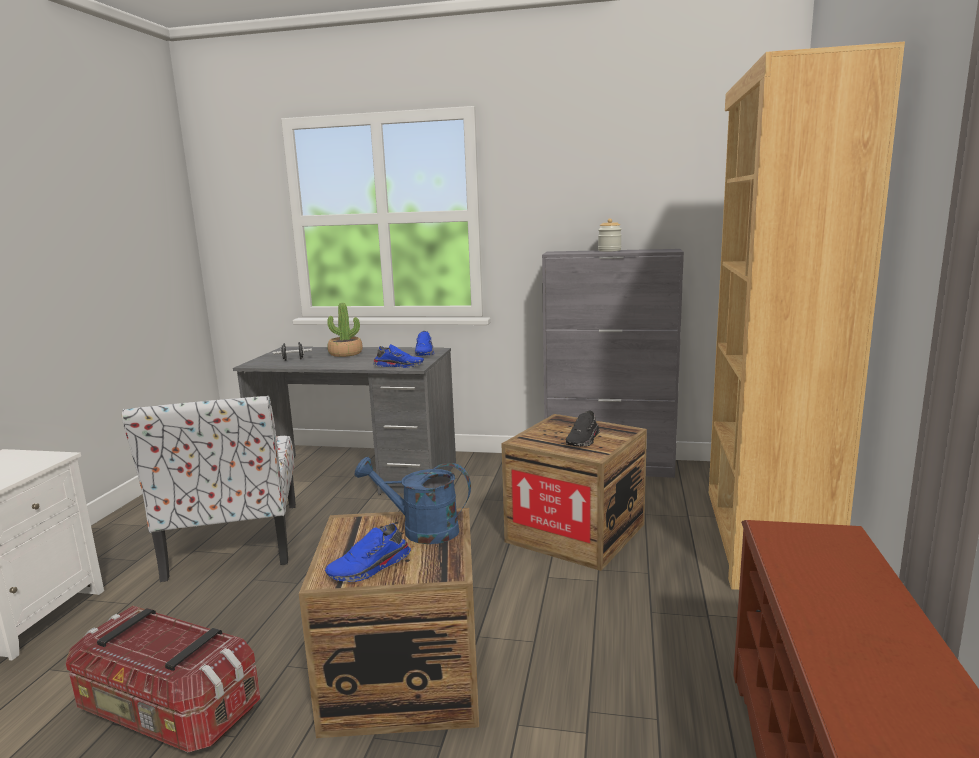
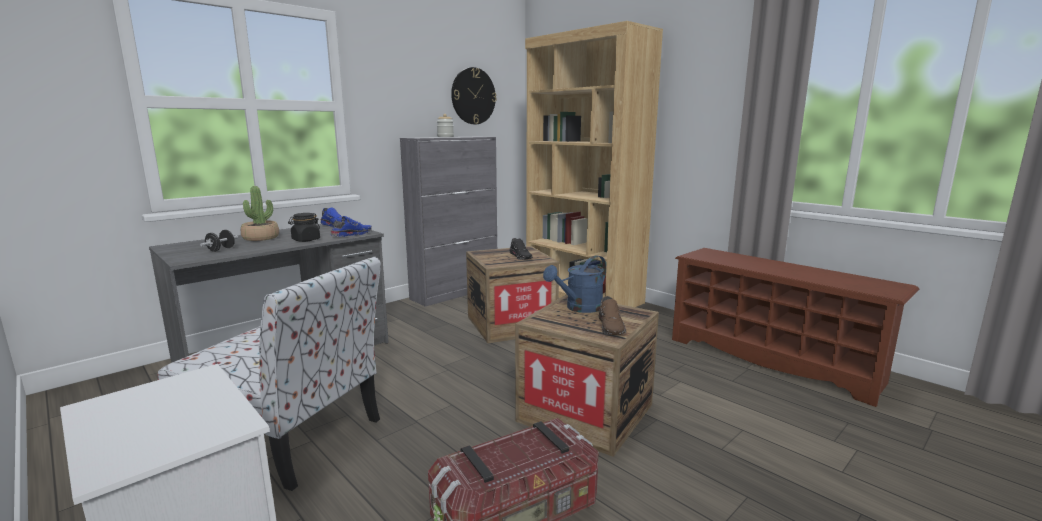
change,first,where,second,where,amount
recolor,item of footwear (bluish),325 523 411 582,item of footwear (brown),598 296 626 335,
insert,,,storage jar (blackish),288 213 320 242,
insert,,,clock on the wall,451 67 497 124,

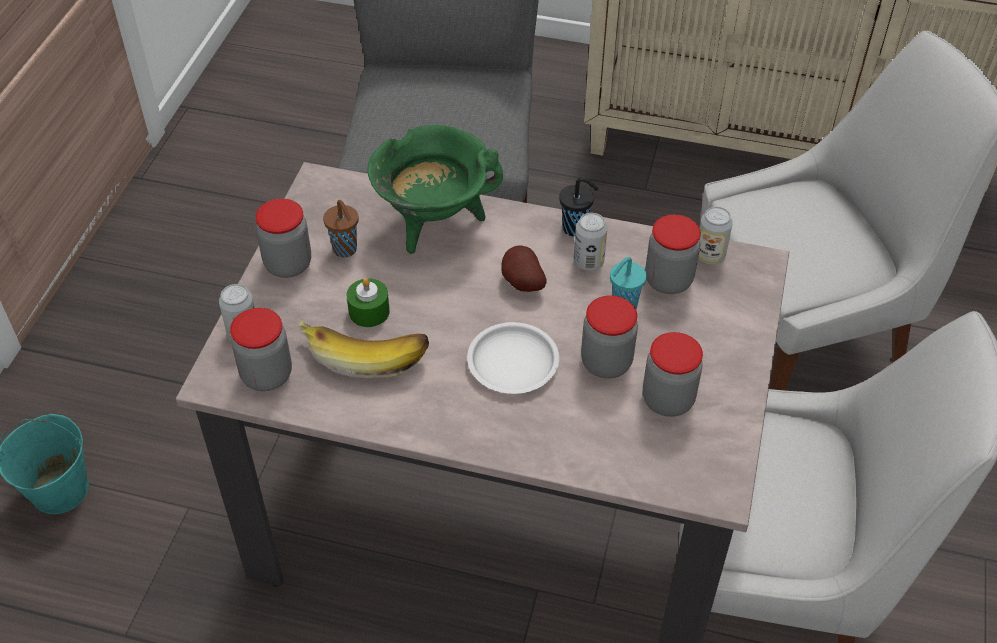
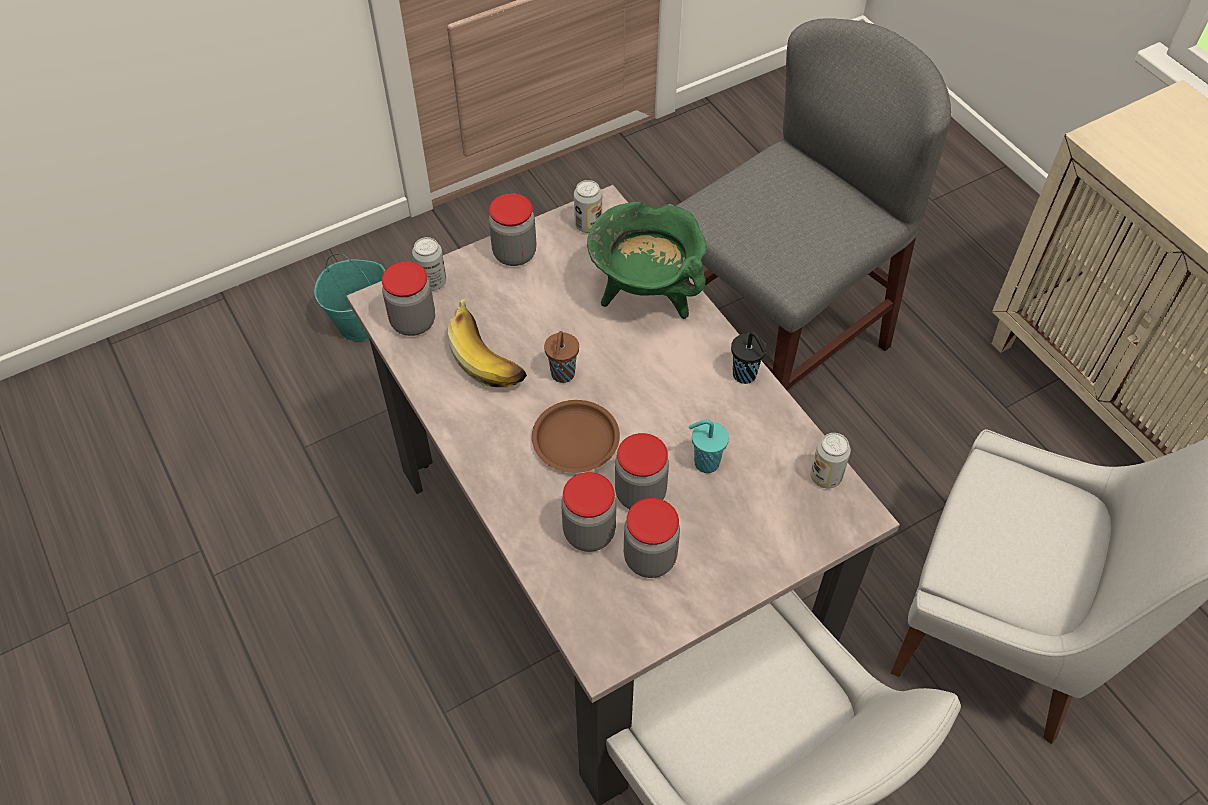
change,first,where,second,where,amount
move,drinking cup (brown),323 200 359 257,,544 331 579 383,
delete,wax candle (green),347 278 390 327,,,
recolor,flat dish (white-coloured),467 322 559 394,flat dish (brown),532 400 620 473,
delete,whole potato,501 245 546 292,,,
move,sealed can,574 213 607 271,,574 180 602 233,
move,storage jar,645 215 701 294,,561 472 616 552,

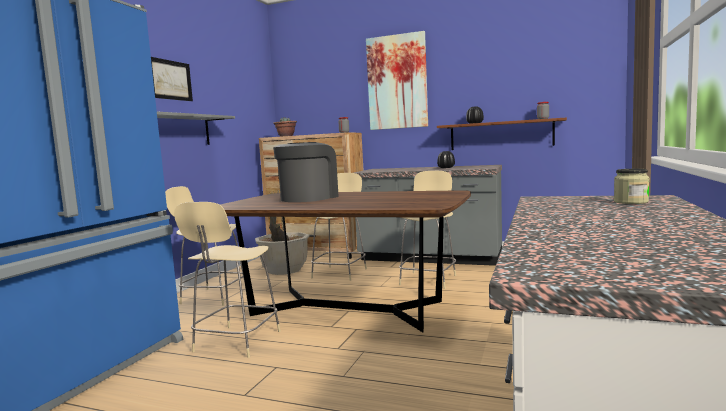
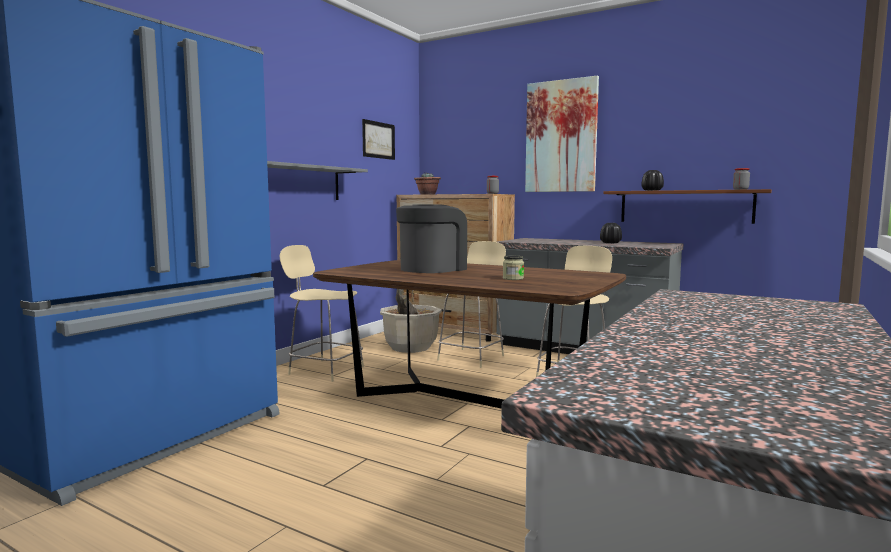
change,first,where,second,where,amount
move,wall art,151 57 193 101,,362 119 395 160,
delete,chair (beige-coloured),174 202 281 358,,,
move,storage jar,614 169 649 204,,503 256 524 280,

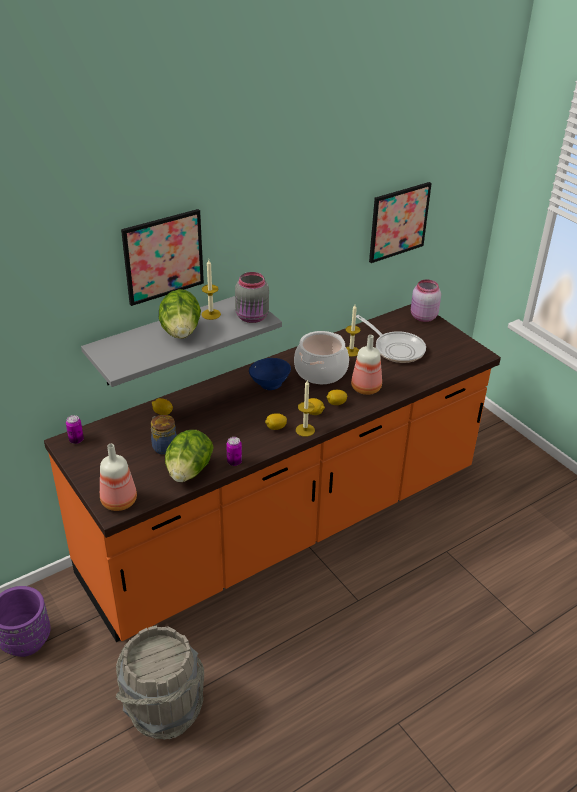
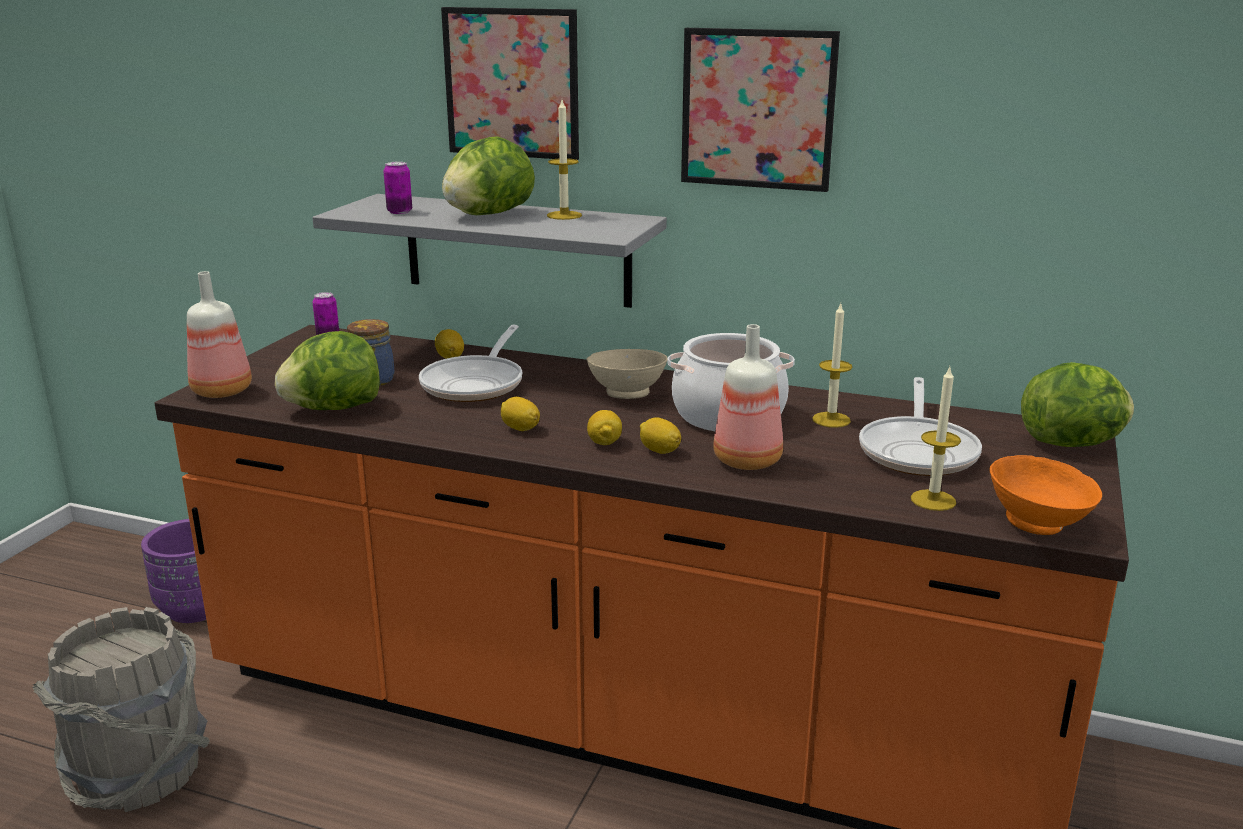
change,first,where,second,where,amount
move,sealed can,226 437 242 466,,383 162 412 214,
delete,storage jar (greyish),235 272 269 323,,,
recolor,deep dish (bluish),249 358 291 390,deep dish (beige-coloured),586 349 668 399,
move,wax candle,296 380 315 437,,911 367 961 511,
move,wall art,369 182 432 263,,681 28 840 192,
replace,storage jar (pink),411 279 441 322,lettuce,1021 362 1134 447,
insert,,,frying pan,419 325 522 402,
insert,,,deep dish (orangey),990 455 1102 535,

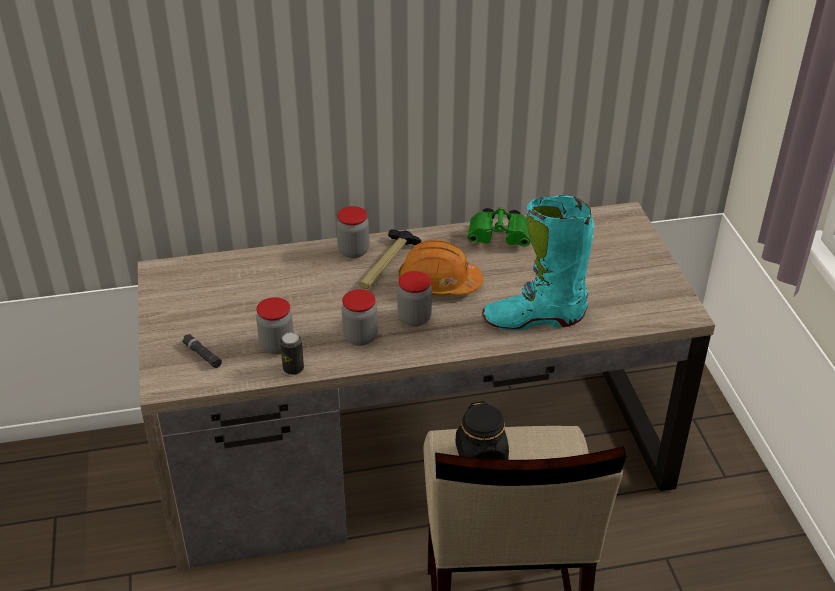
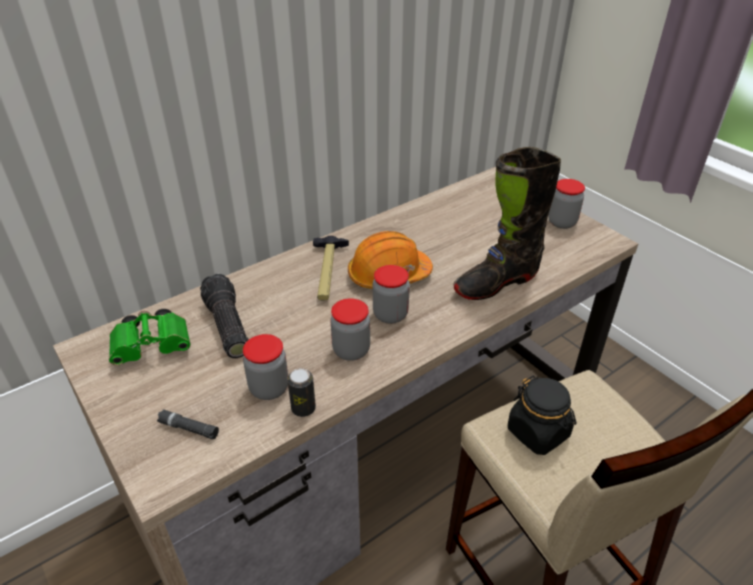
change,first,where,second,where,amount
move,storage jar,336 206 369 258,,548 179 585 229,
move,field glasses (green),467 206 531 246,,109 309 191 366,
recolor,boot (turquoise),482 195 594 331,boot (blackish),453 147 561 300,
insert,,,torch,200 274 249 358,

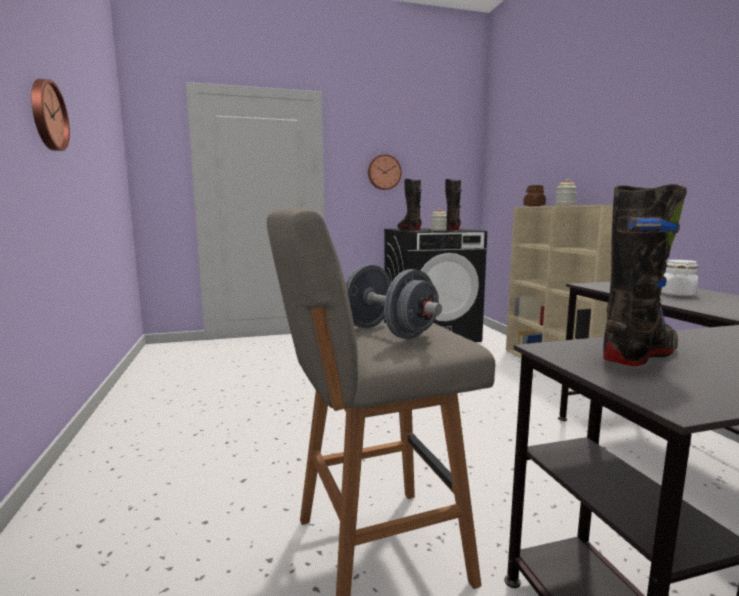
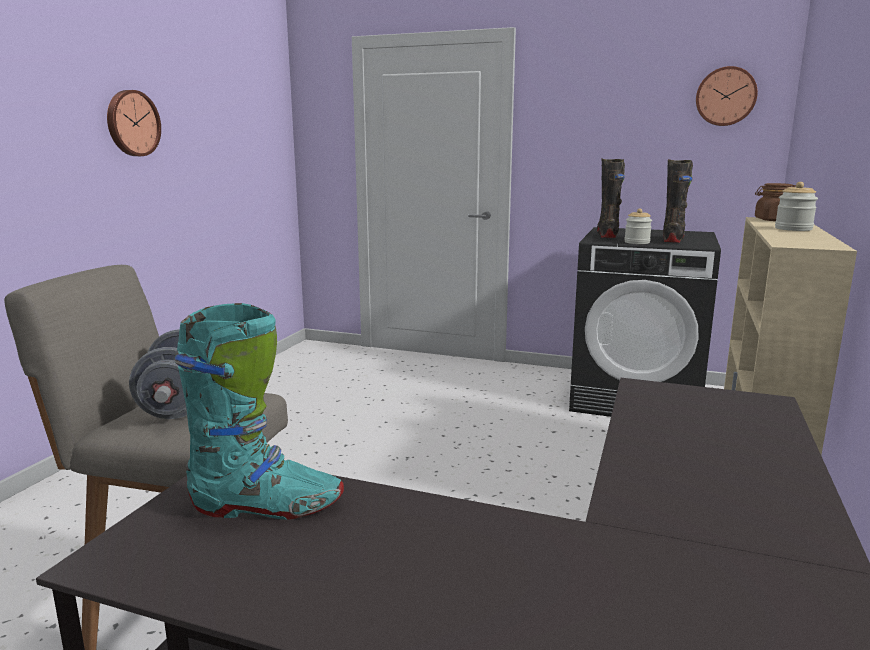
change,first,where,second,where,amount
move,clock on the wall,368 154 402 190,,696 66 758 126,
recolor,boot (blackish),603 184 687 366,boot (turquoise),174 303 344 520,
delete,storage jar (white-coloured),661 260 698 296,,,

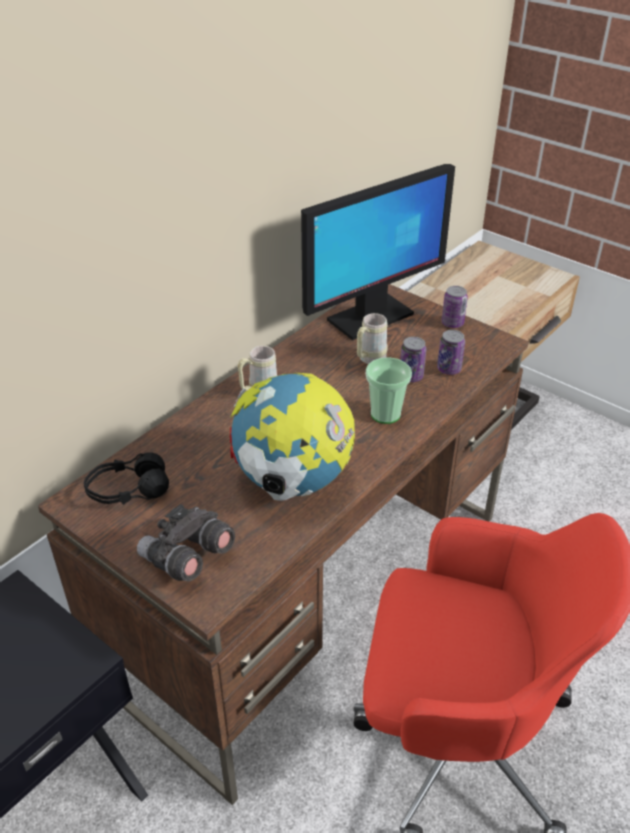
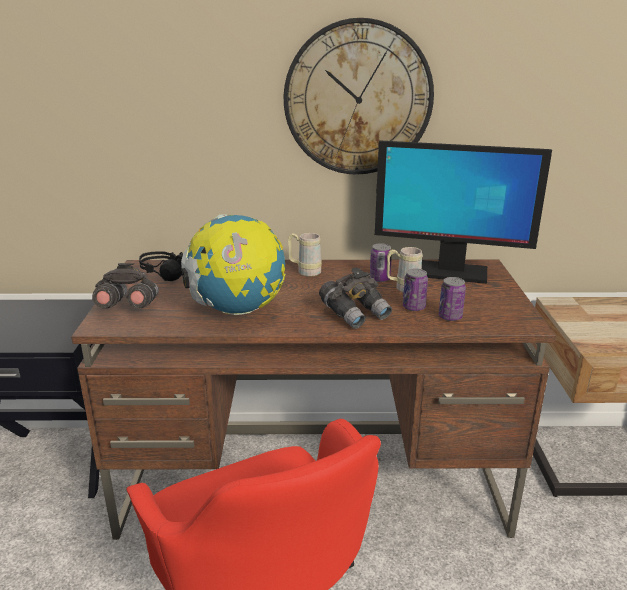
change,first,where,second,where,amount
replace,drinking cup,366 357 412 424,field glasses (greyish),319 267 392 329,
move,sealed can,441 286 468 328,,370 243 392 282,
insert,,,clock on the wall,284 18 434 175,

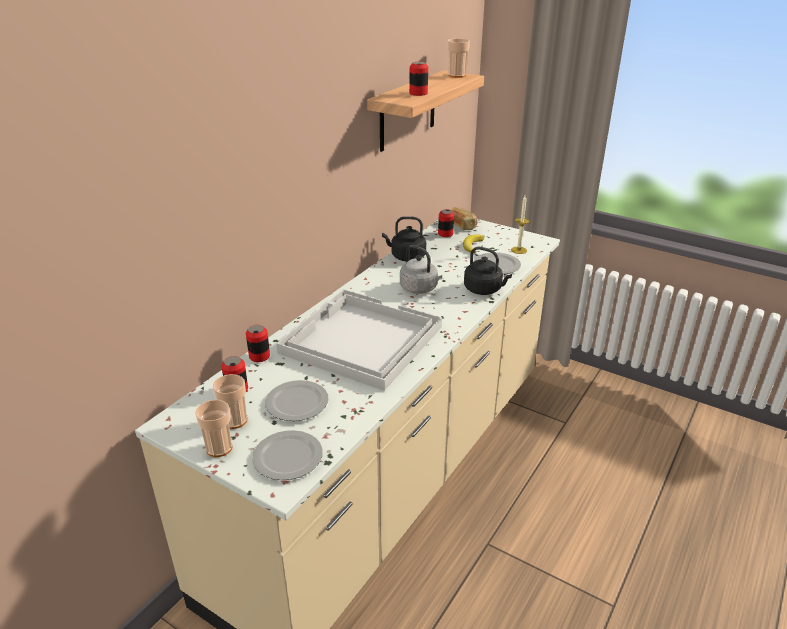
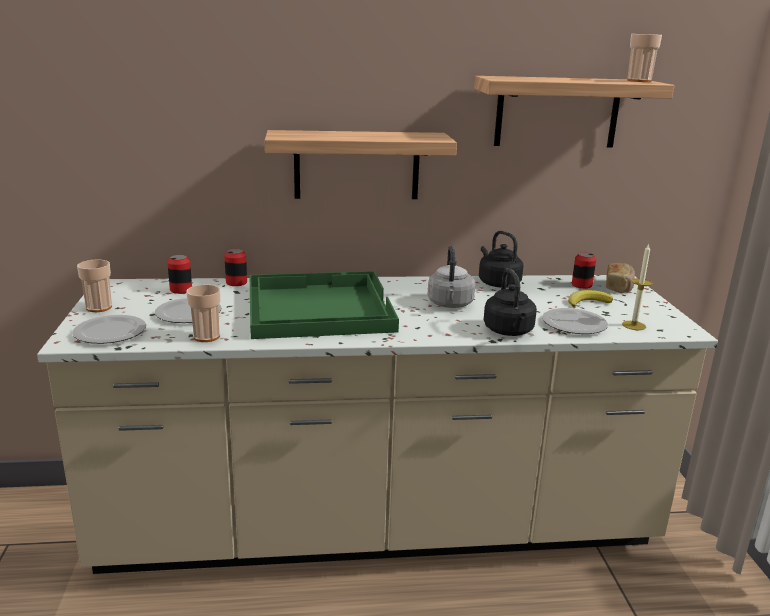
change,first,where,second,where,amount
move,drinking cup,213 374 247 429,,186 285 221 342,
recolor,serving tray (white-coloured),276 289 442 391,serving tray (green),250 271 399 339,
delete,sealed can,409 62 428 96,,,
insert,,,shelf,265 130 457 199,

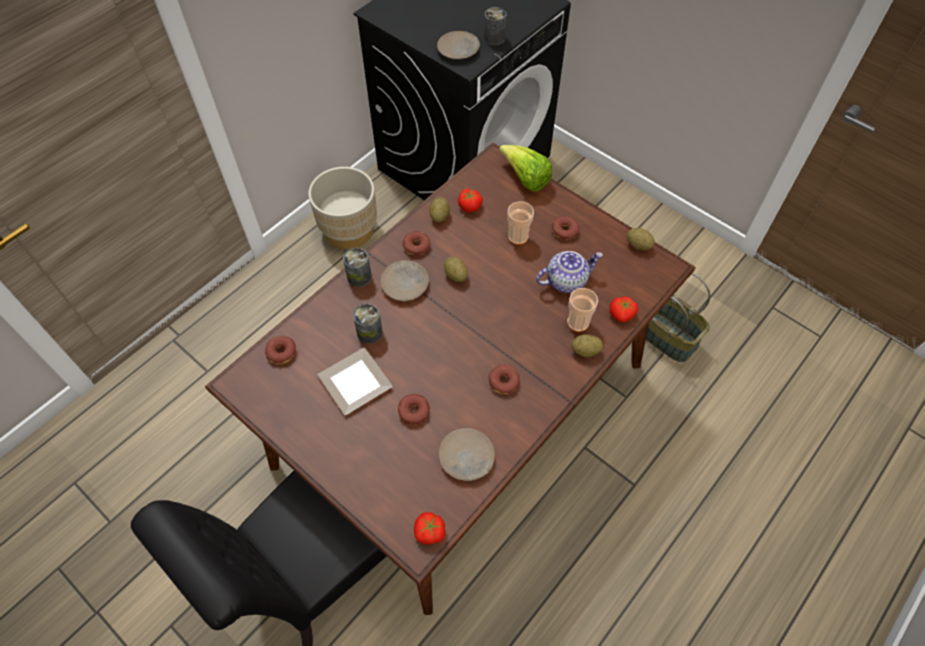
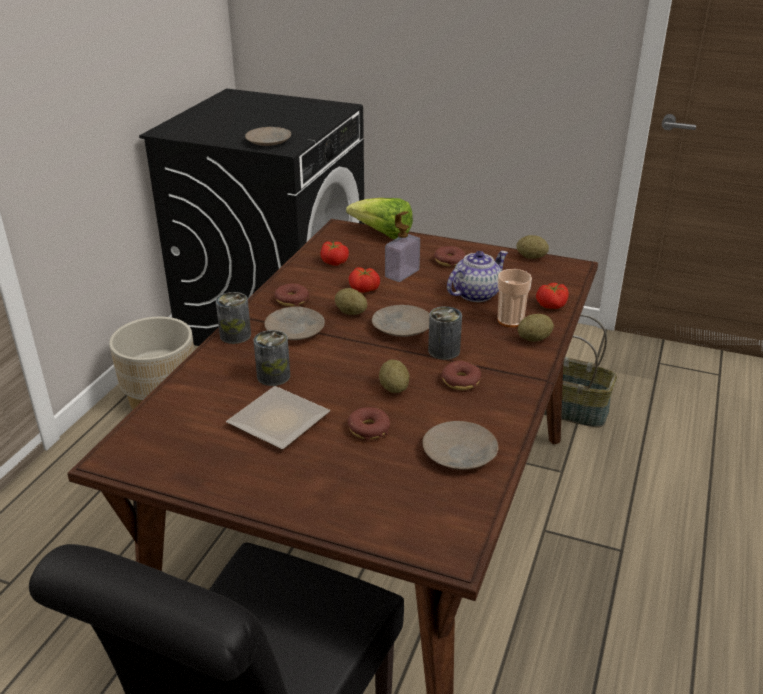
change,first,where,second,where,amount
delete,donut,265 336 296 364,,,
move,fresh tomato,414 512 446 544,,349 267 380 293,
move,whole potato,429 197 450 222,,379 360 409 393,
move,sealed can,484 7 507 46,,428 306 462 360,
replace,drinking cup,507 202 534 245,soap dispenser,385 211 420 282,
insert,,,flat dish (beige-coloured),372 305 430 337,

